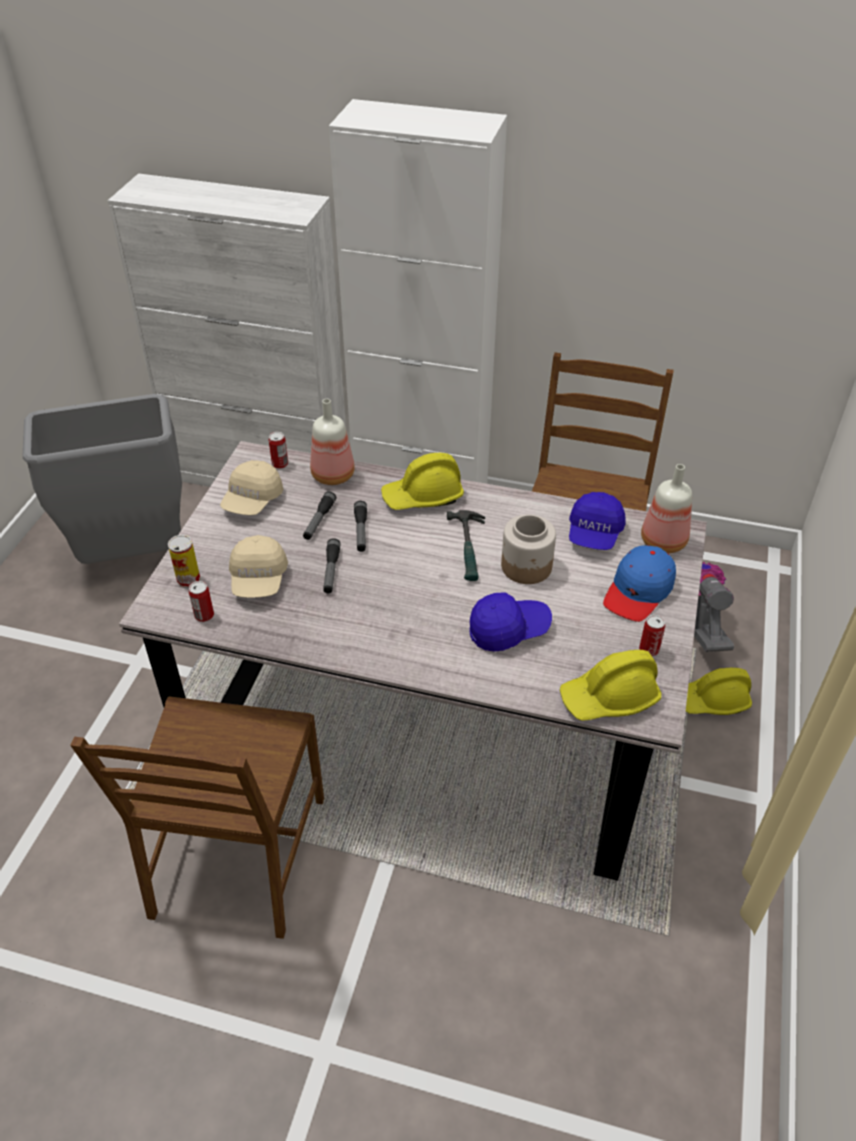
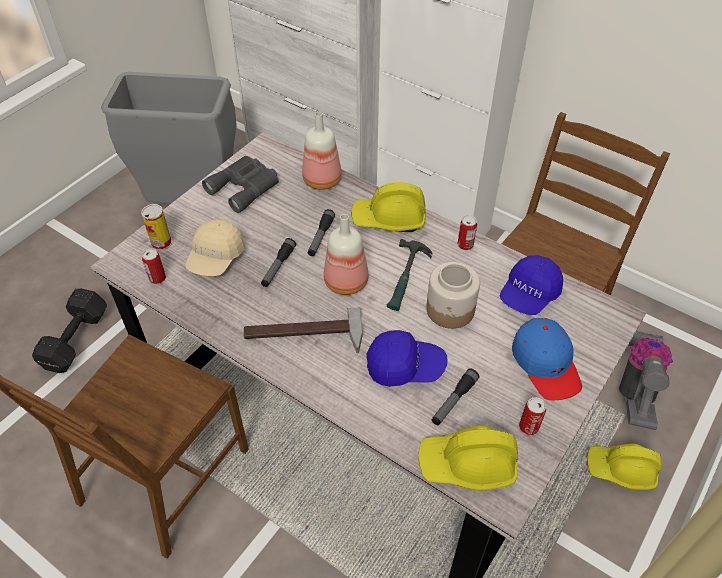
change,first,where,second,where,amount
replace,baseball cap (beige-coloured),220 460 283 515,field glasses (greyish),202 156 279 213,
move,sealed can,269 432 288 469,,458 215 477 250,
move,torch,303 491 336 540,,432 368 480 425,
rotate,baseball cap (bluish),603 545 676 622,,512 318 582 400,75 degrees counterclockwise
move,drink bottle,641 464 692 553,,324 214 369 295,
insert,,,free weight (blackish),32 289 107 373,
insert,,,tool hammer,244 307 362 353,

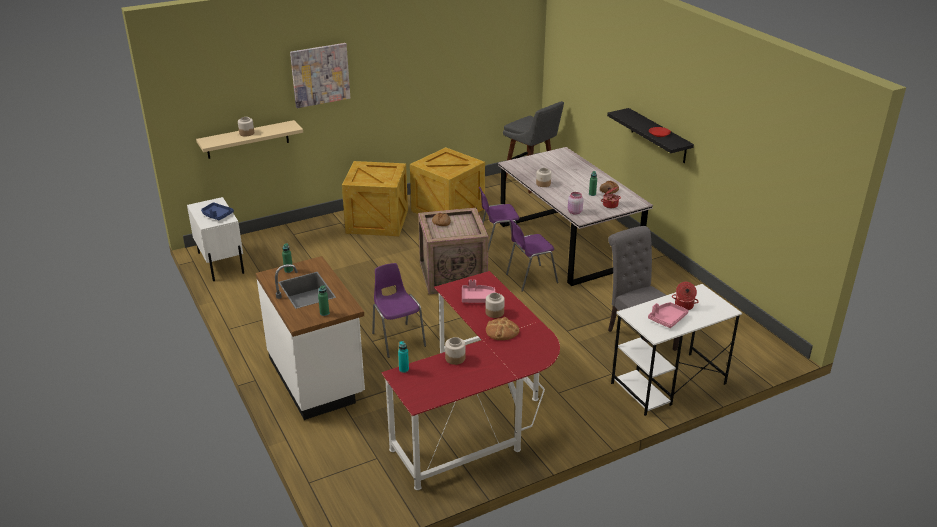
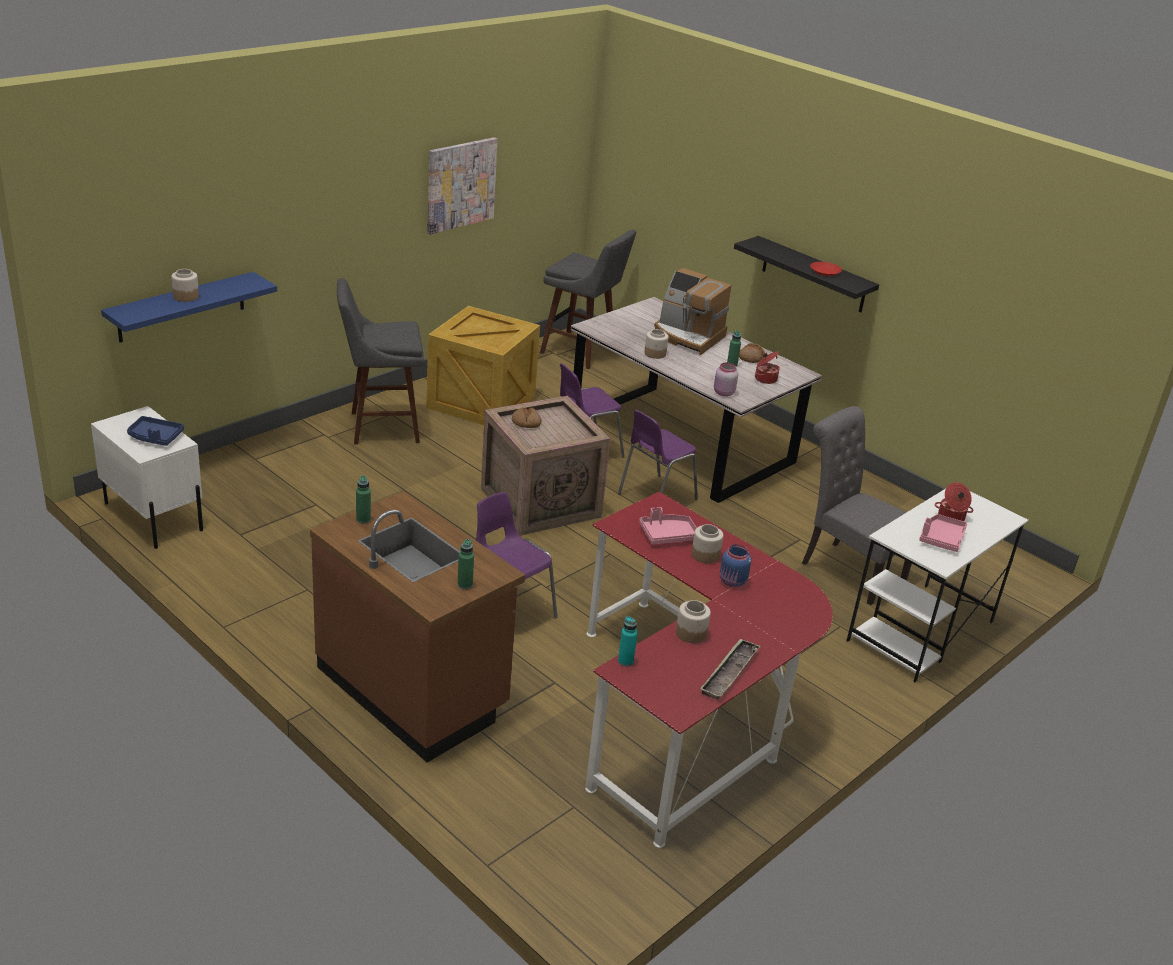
change,first,where,second,where,amount
recolor,shelf (beige-coloured),196 120 303 159,shelf (bluish),101 272 277 342,
recolor,kitchen counter (white-coloured),256 256 365 420,kitchen counter (brown),310 491 525 762,
move,wall art,290 43 350 108,,427 137 498 234,
replace,shipping crate,342 161 408 236,sitting stool (greyish),337 278 424 445,
replace,baked bread,486 317 520 340,storage jar (bluish),720 544 751 587,
insert,,,coffee machine,654 268 731 355,
insert,,,serving tray,700 638 760 700,

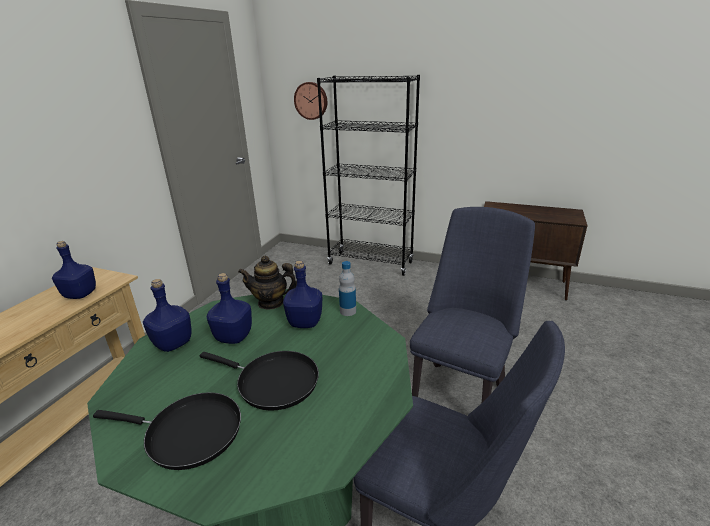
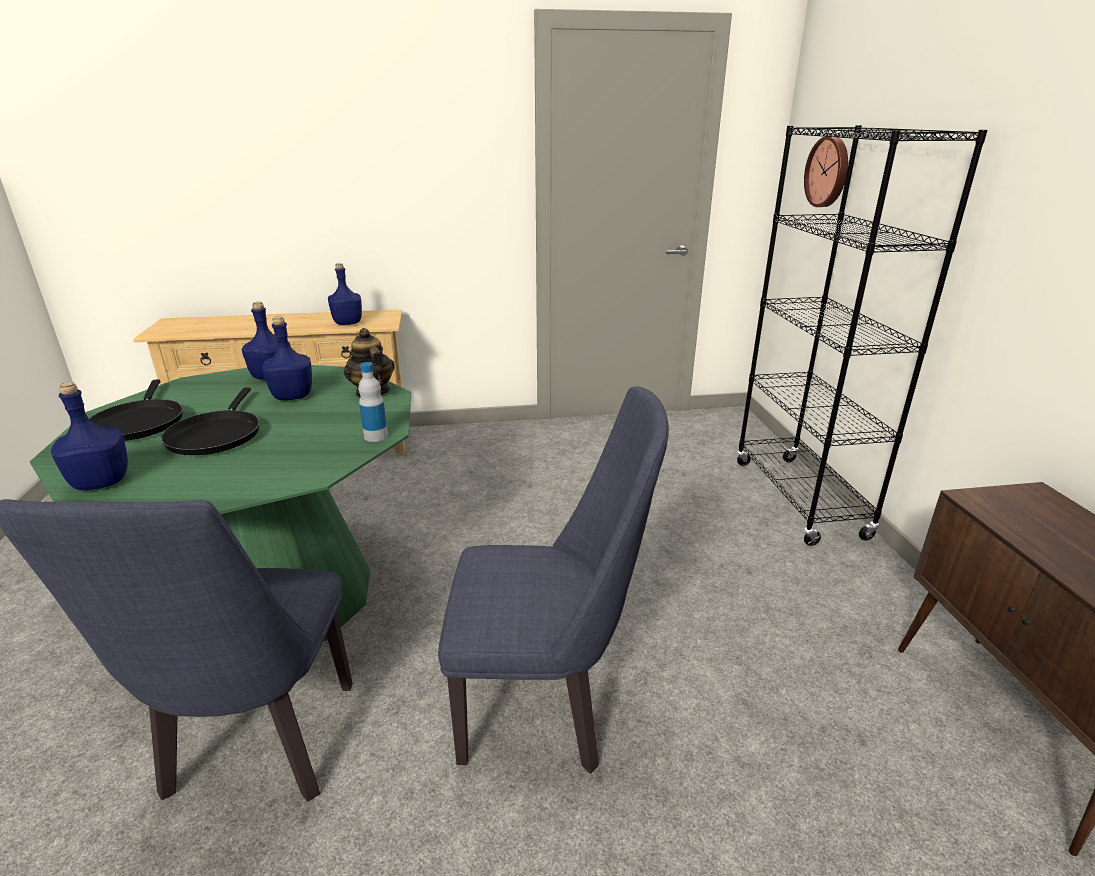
change,first,where,second,where,amount
move,drink bottle (bluish),283 261 322 328,,51 382 128 490,

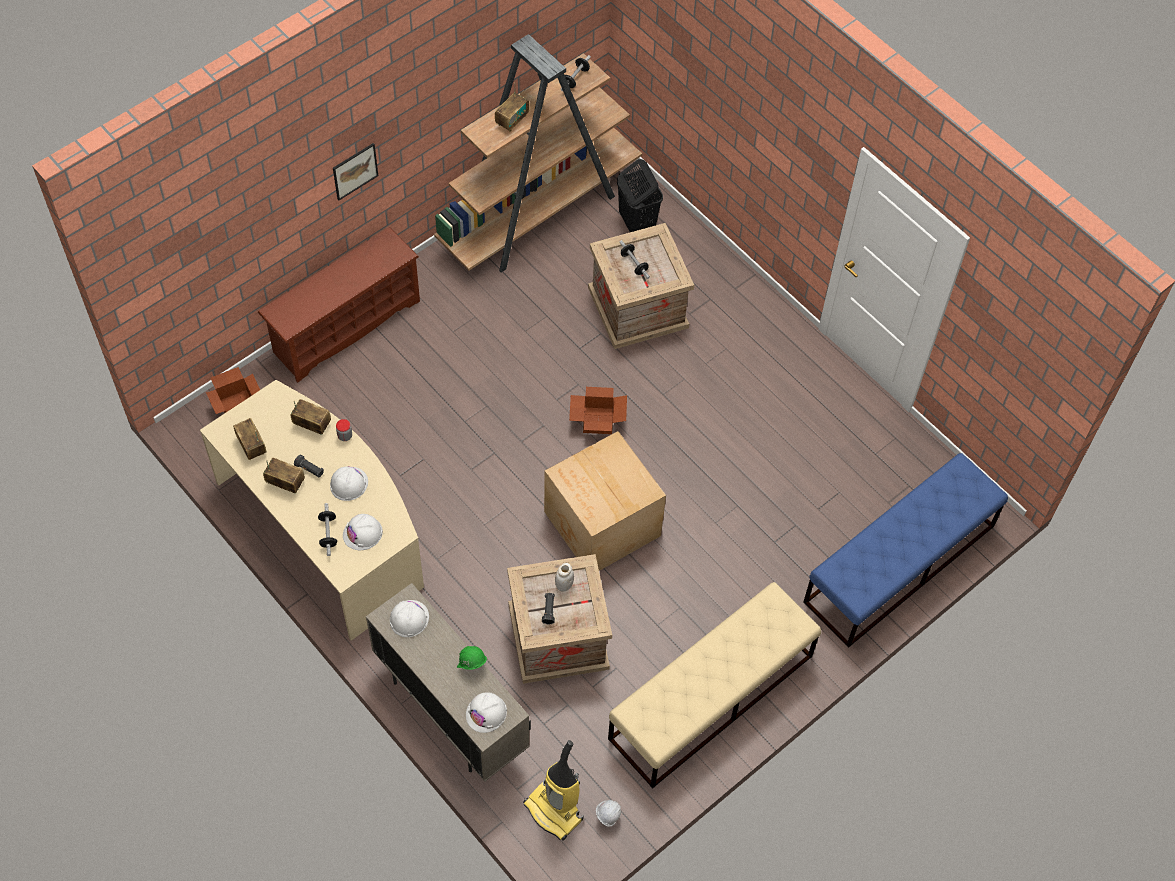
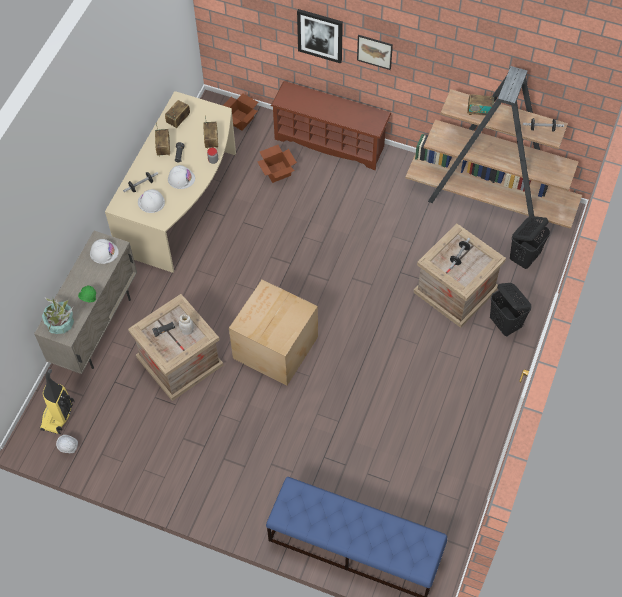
change,first,where,second,where,amount
replace,hard hat (white-coloured),466 692 507 733,plant in a pot,42 297 74 334,
move,carton,569 387 627 434,,257 145 297 183,
delete,bench (beige-coloured),608 582 821 789,,,
insert,,,wall art,297 9 343 64,
insert,,,hamper (blackish),490 283 532 337,

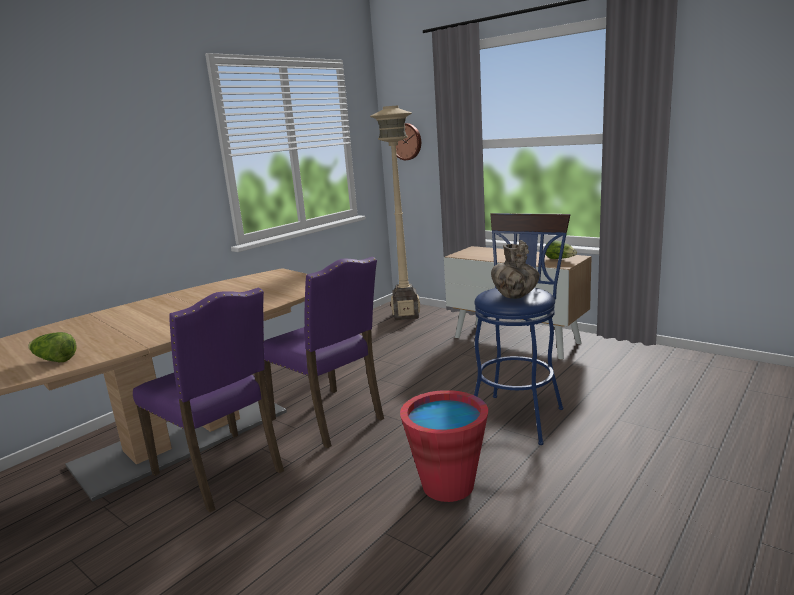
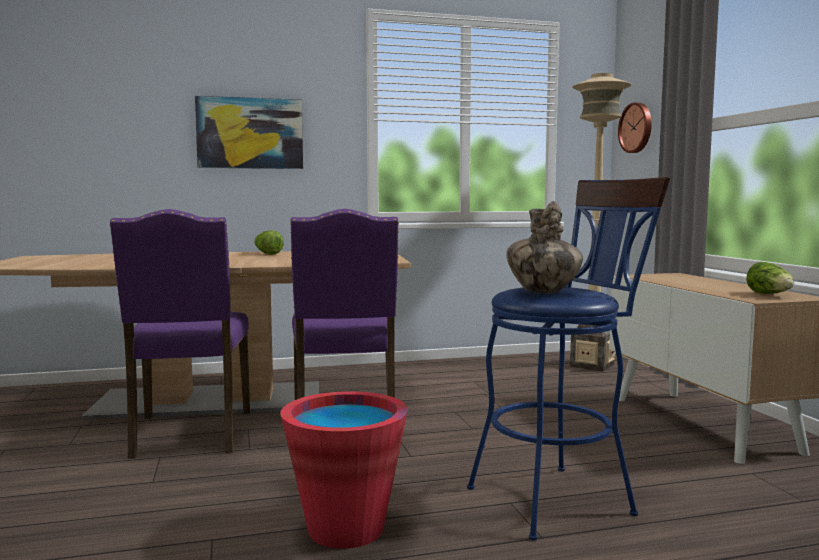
change,first,where,second,where,amount
move,lettuce,28 332 77 362,,254 230 284 255,
insert,,,wall art,195 96 303 169,

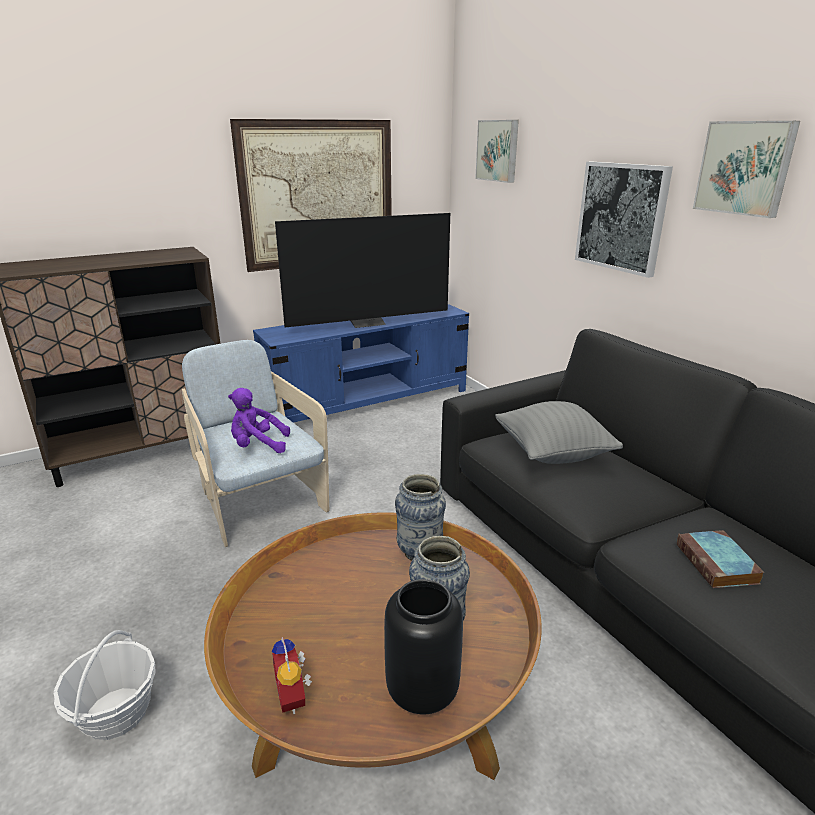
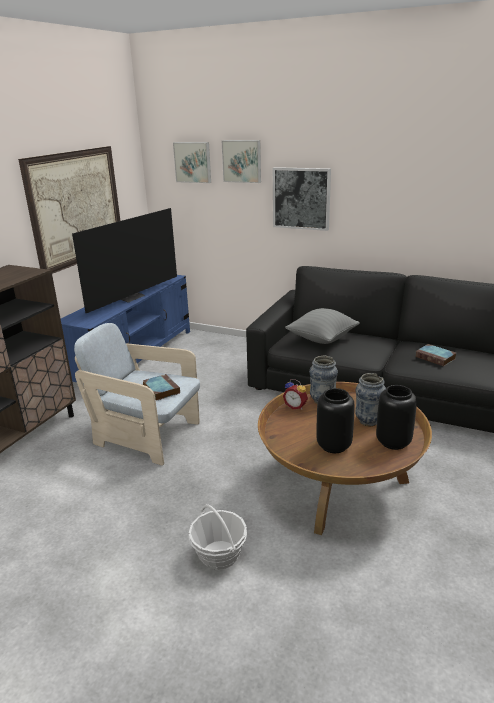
change,first,where,second,where,amount
replace,soft toy (purple),228 388 290 453,book,143 374 180 401,
move,table clock,272 637 312 714,,283 379 308 409,
move,wall art,693 121 800 218,,221 140 261 183,
insert,,,vase (blackish),316 388 355 453,

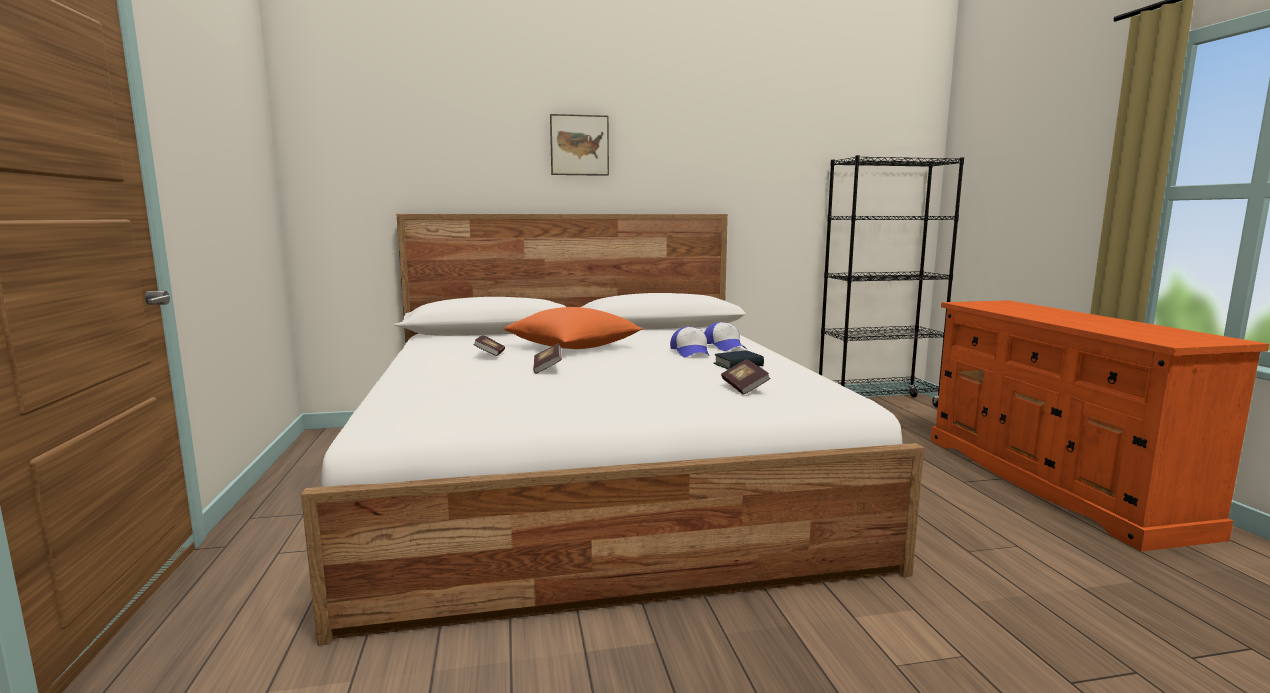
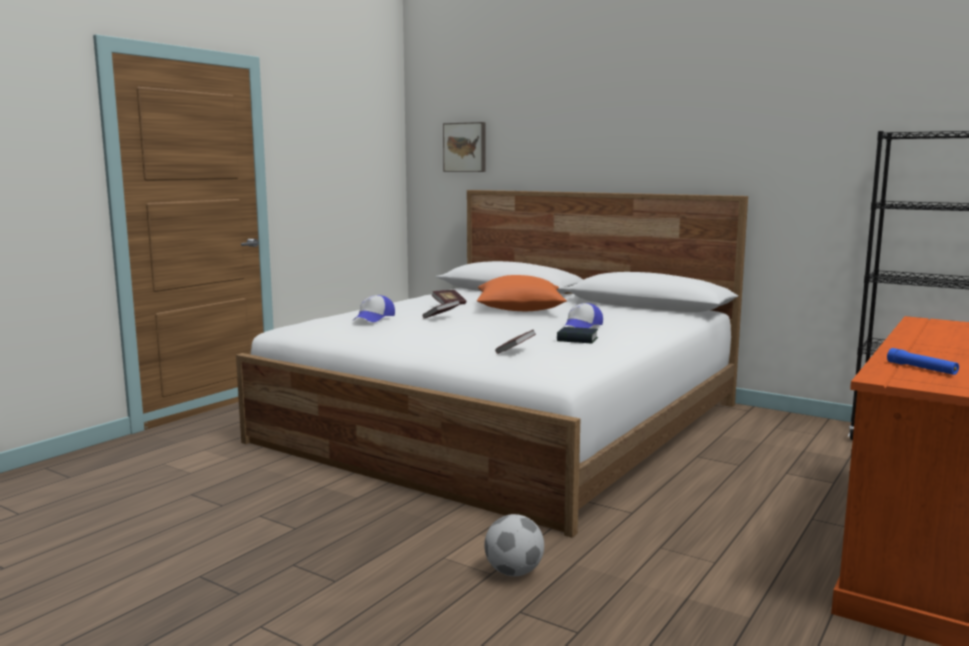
change,first,where,second,where,amount
move,wall art,550 114 609 176,,443 122 486 172,
move,baseball cap,704 322 747 351,,353 295 395 322,
insert,,,football,484 514 544 576,
insert,,,torch (bluish),887 348 959 375,

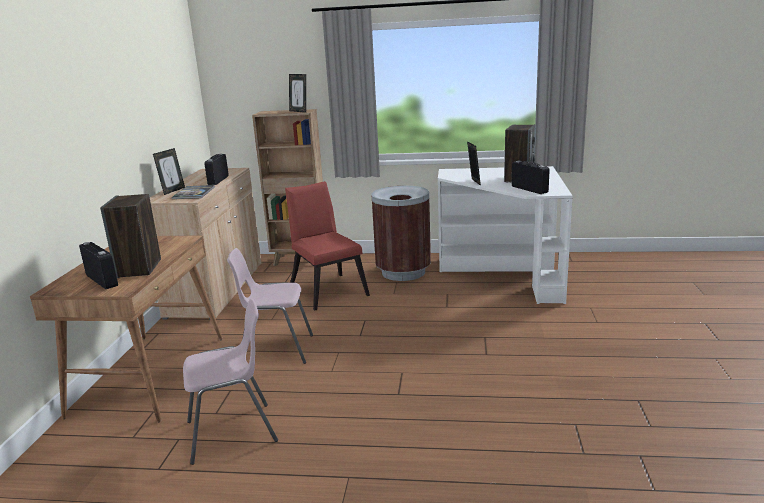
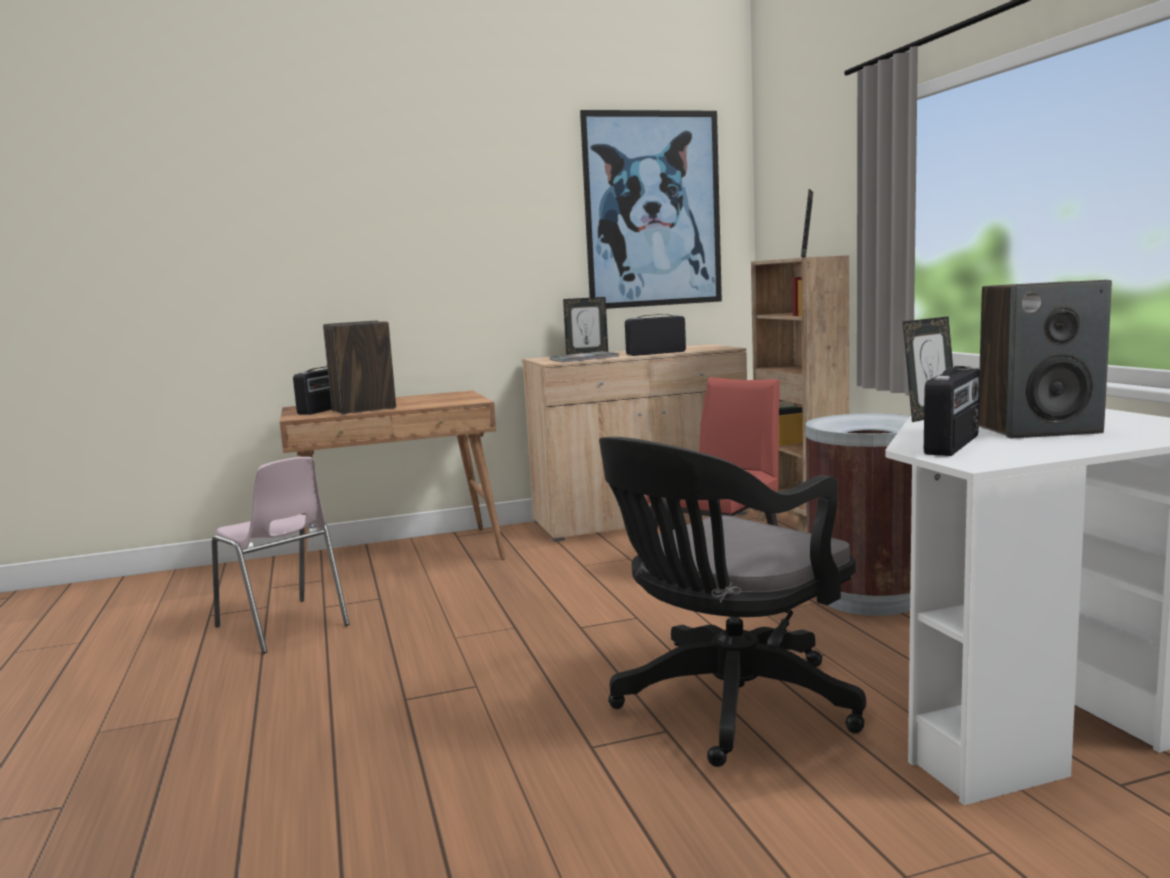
change,first,where,second,where,amount
delete,chair (pink),227 248 313 364,,,
insert,,,wall art,580 110 722 309,
insert,,,office chair (blackish),599 437 866 767,

